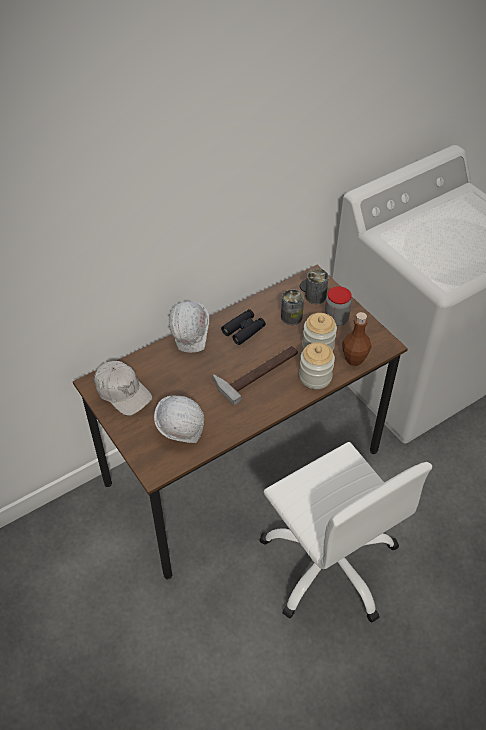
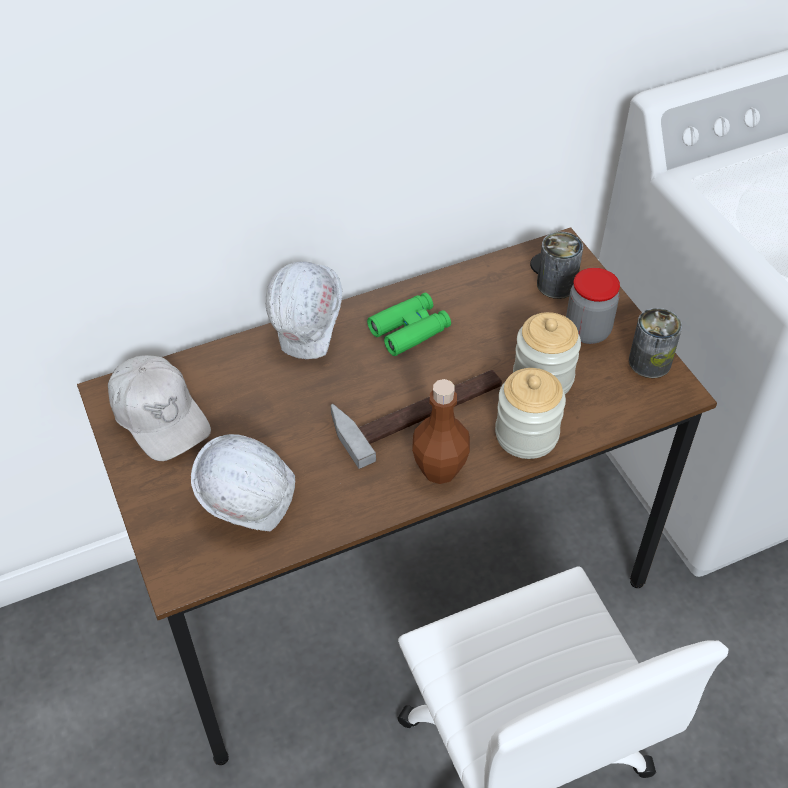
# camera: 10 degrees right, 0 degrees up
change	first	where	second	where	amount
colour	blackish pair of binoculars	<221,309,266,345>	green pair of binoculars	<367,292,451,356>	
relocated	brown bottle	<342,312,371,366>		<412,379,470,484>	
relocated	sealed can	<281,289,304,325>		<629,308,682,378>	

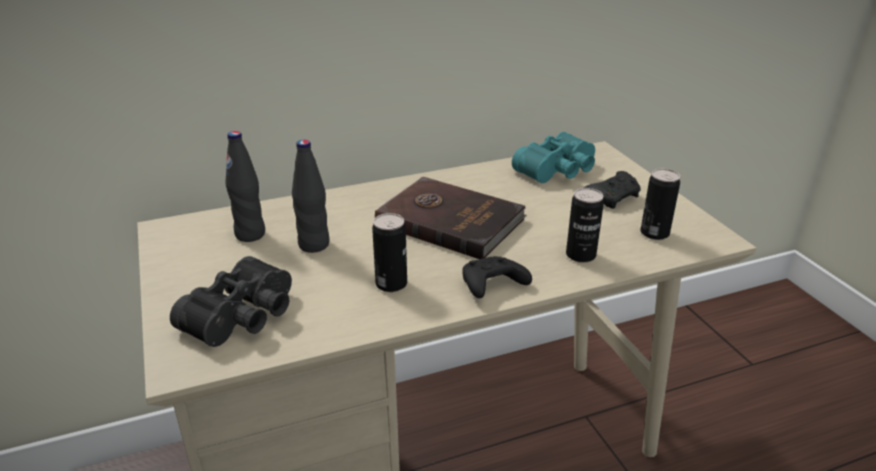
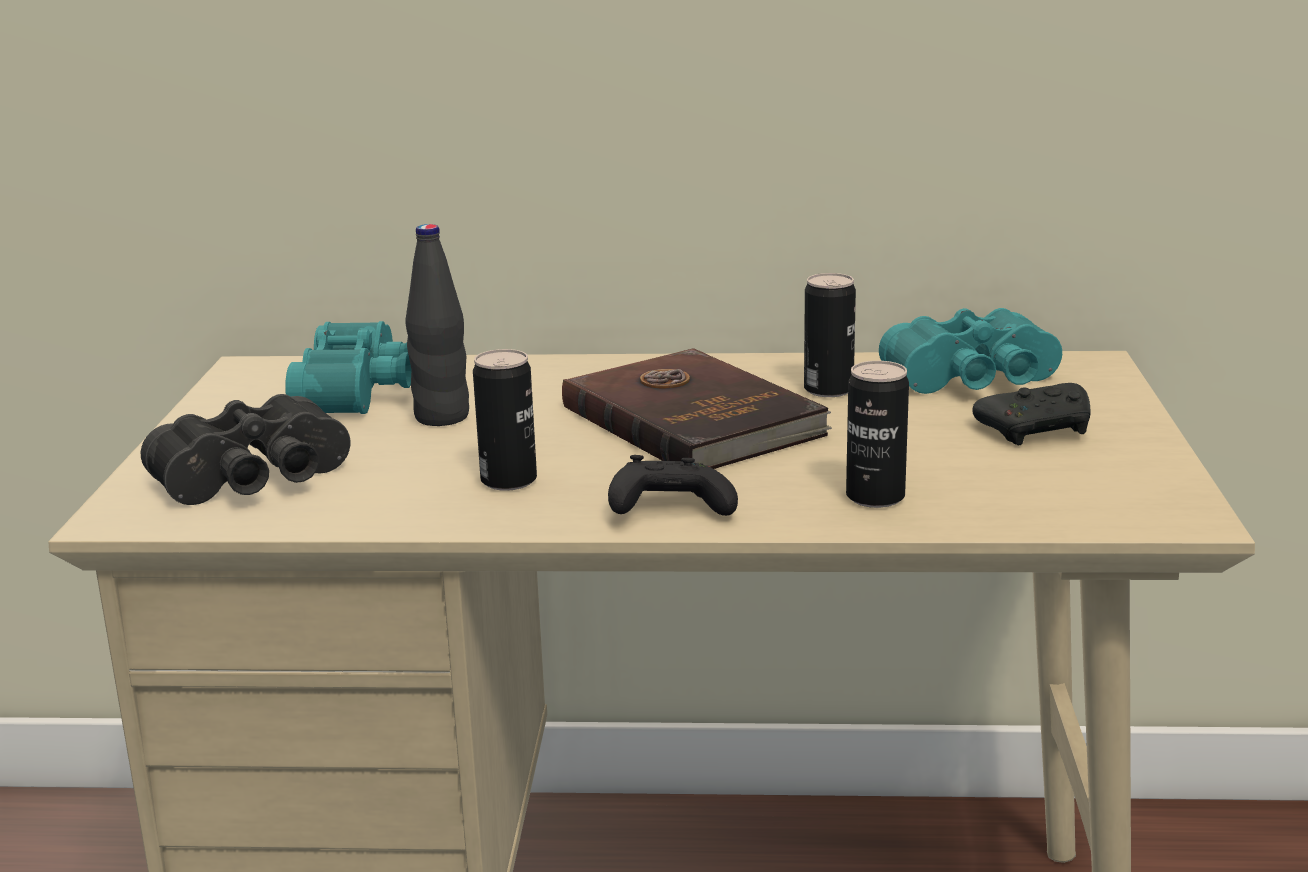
# camera: 25 degrees right, 10 degrees down
change	first	where	second	where	amount
exchanged	blackish bottle	<225,131,265,242>	turquoise-coloured pair of binoculars	<285,321,411,414>	
relocated	sealed can	<640,168,680,240>		<804,273,856,397>	

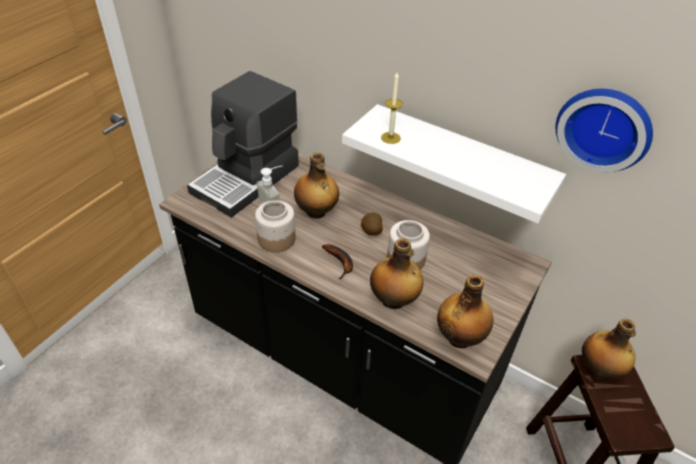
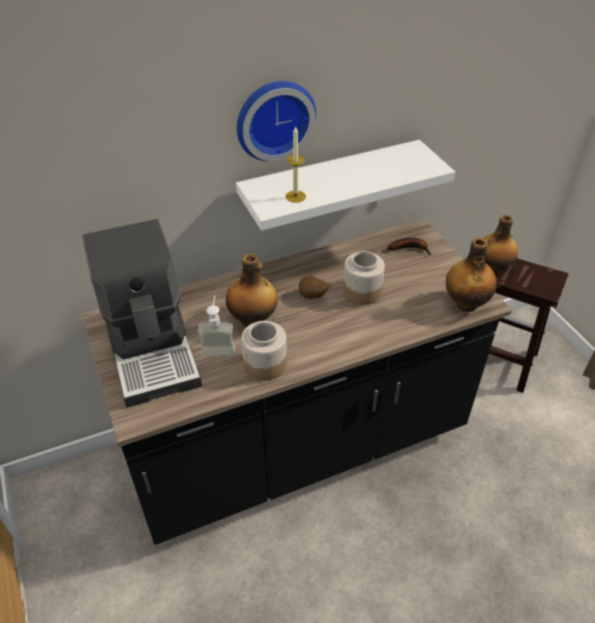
# camera: 55 degrees left, 0 degrees up
change	first	where	second	where	amount
relocated	clock on the wall	<556,89,653,172>		<237,81,316,161>	
relocated	banana	<322,244,353,279>		<388,238,431,255>	
missing	bottle	<370,238,423,309>			

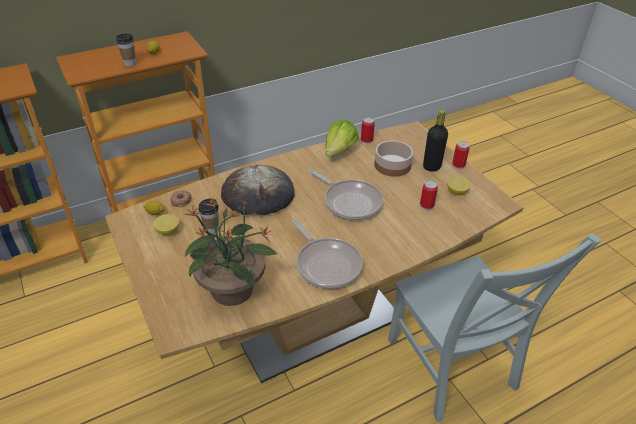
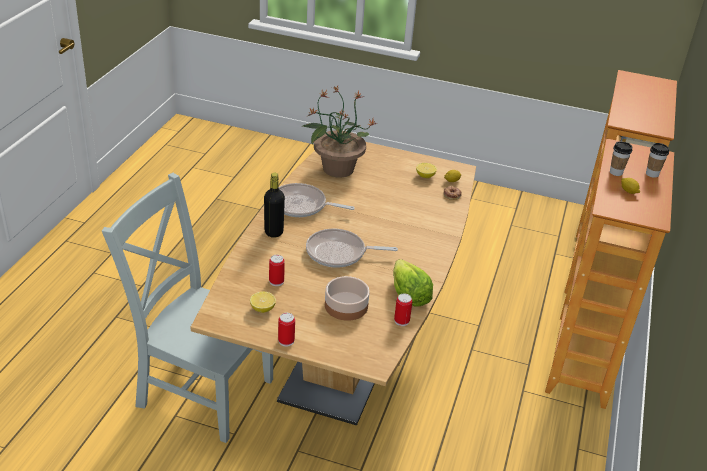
# camera: 135 degrees right, 5 degrees down
change	first	where	second	where	amount
relocated	blackish bottle	<423,110,448,172>		<264,173,285,238>	
relocated	small cup	<198,198,219,234>		<646,143,669,178>	
missing	bread	<221,165,294,215>			

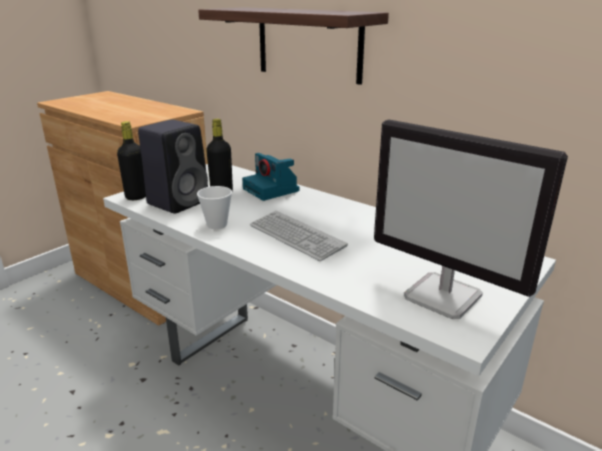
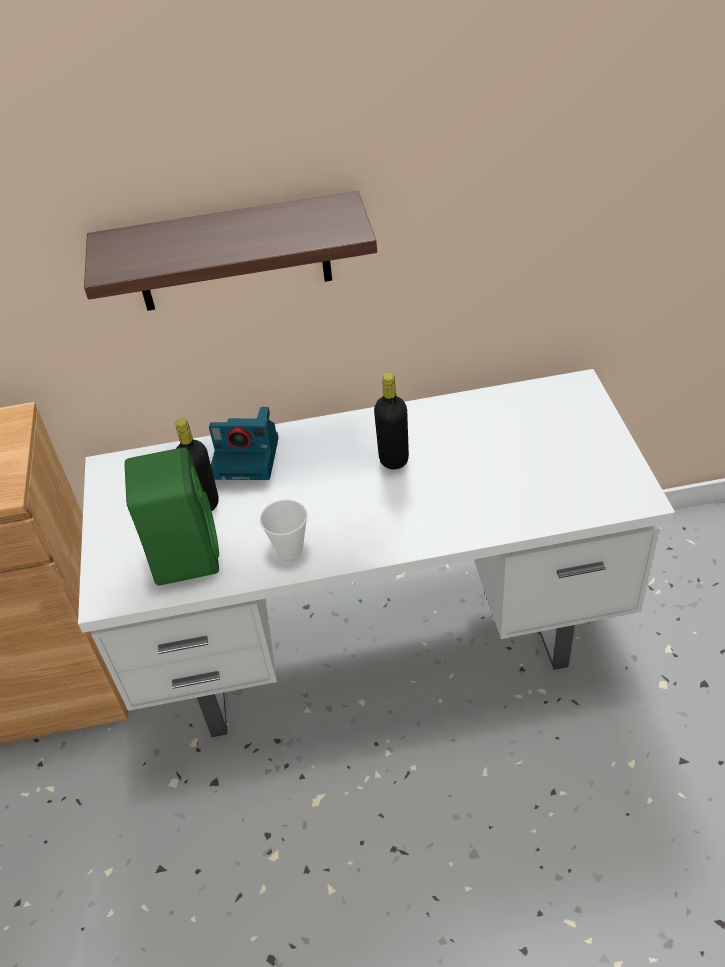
# camera: 45 degrees left, 20 degrees up
change	first	where	second	where	amount
colour	blackish speaker	<138,120,208,214>	green speaker	<125,447,219,585>	
relocated	blackish bottle	<117,121,146,200>		<374,372,409,470>	
missing	PC keyboard	<250,211,348,261>			
missing	monitor	<374,119,568,319>			

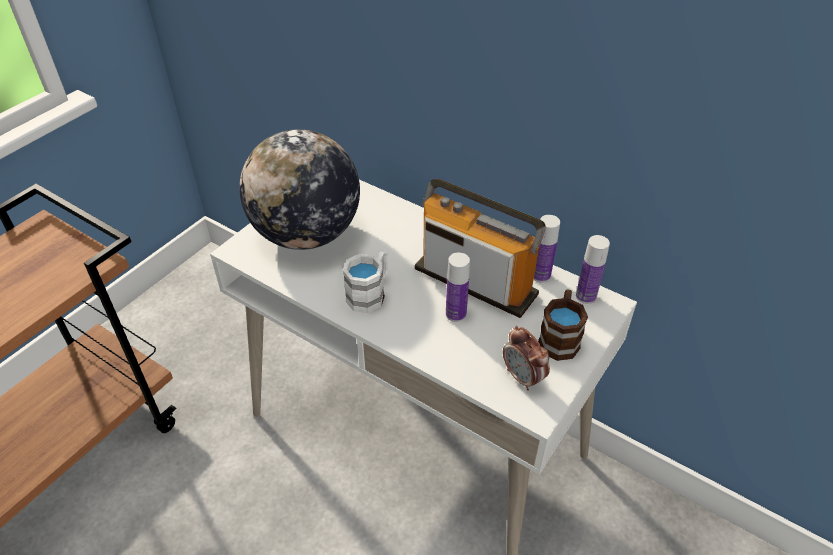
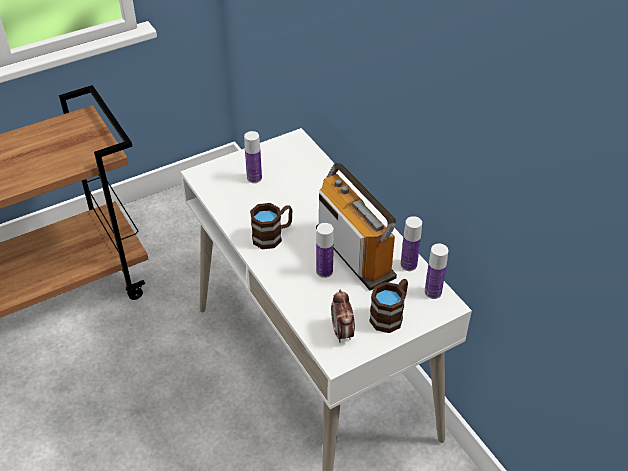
# camera: 25 degrees right, 0 degrees up
change	first	where	second	where	amount
exchanged	globe	<239,129,360,250>	bottle	<244,131,262,183>	
colour	white-coloured tea mug	<343,250,388,313>	brown tea mug	<250,203,293,249>	

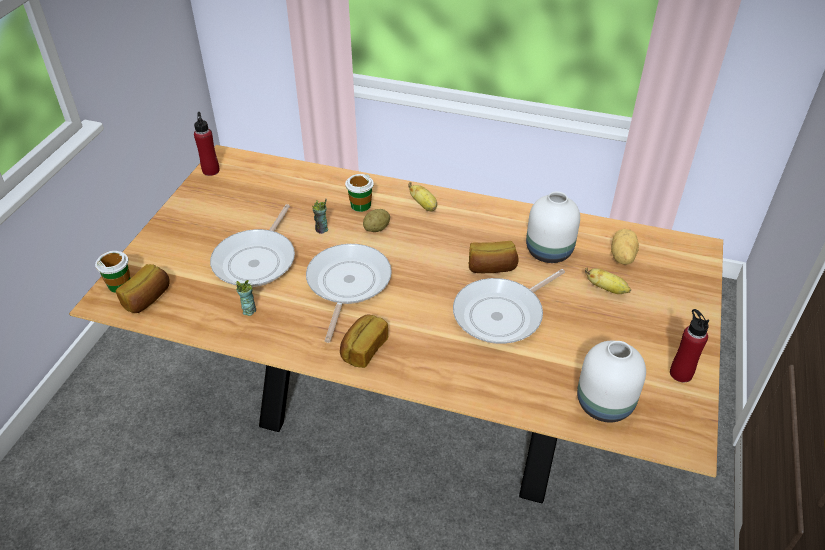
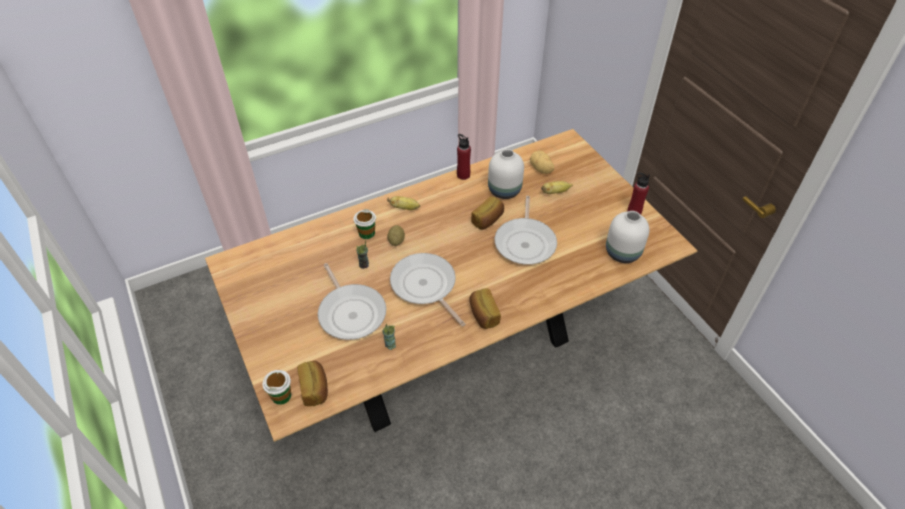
# camera: 45 degrees left, 5 degrees up
change	first	where	second	where	amount
relocated	red-coloured bottle	<194,112,220,176>		<457,134,471,180>	

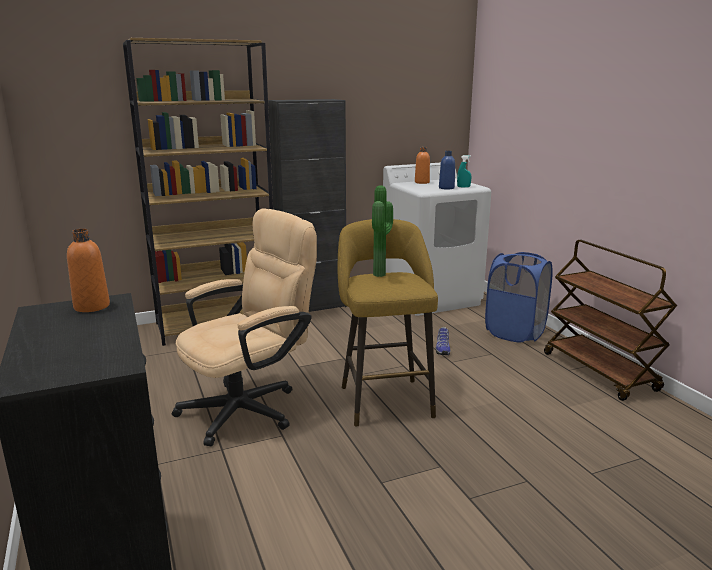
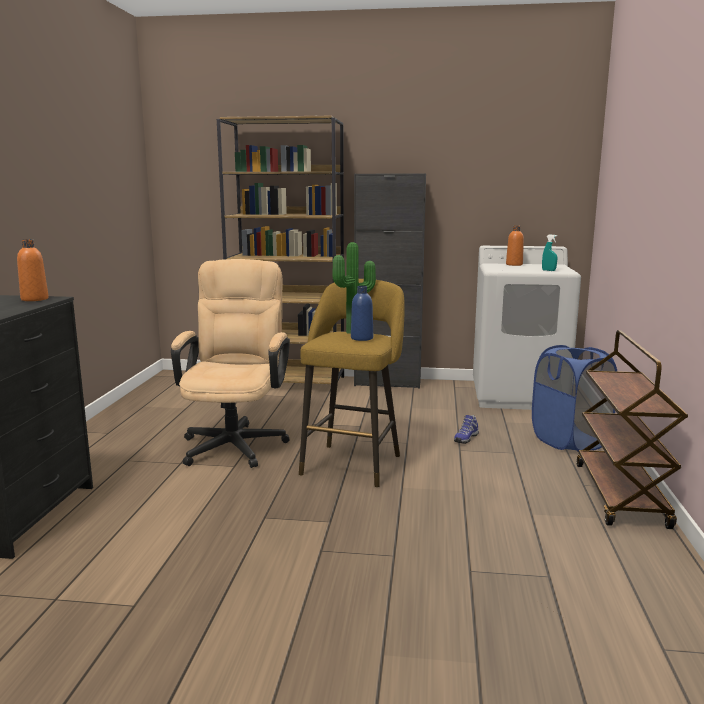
# camera: 30 degrees right, 5 degrees down
change	first	where	second	where	amount
spun	beige computer chair	<172,208,317,446>		<171,259,290,468>	75 degrees counterclockwise
relocated	blue bottle	<439,151,455,190>		<351,286,373,341>	

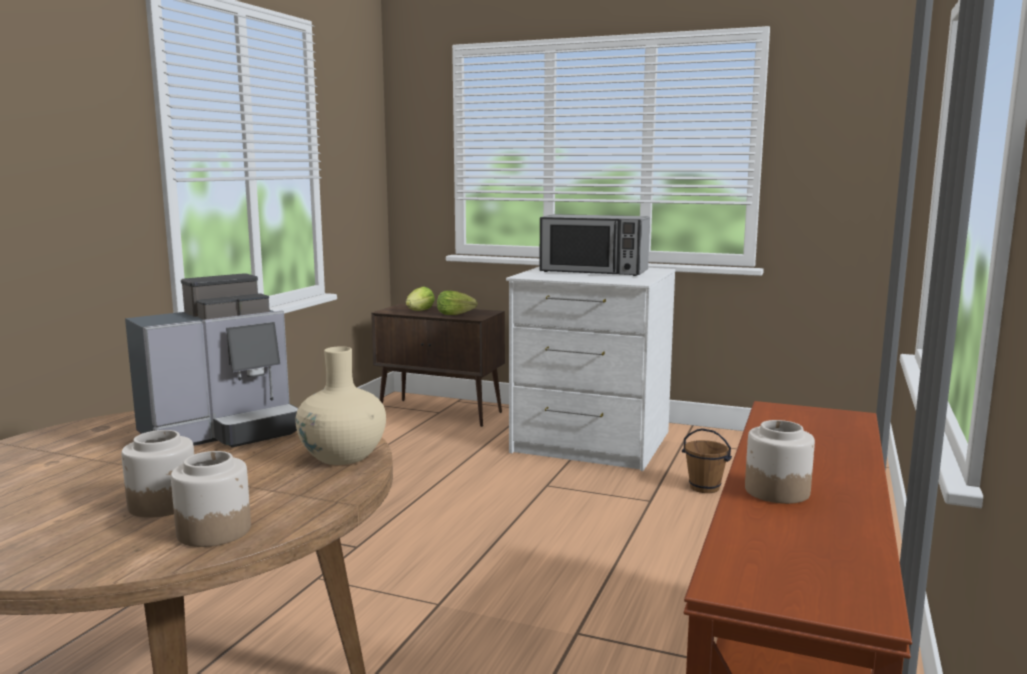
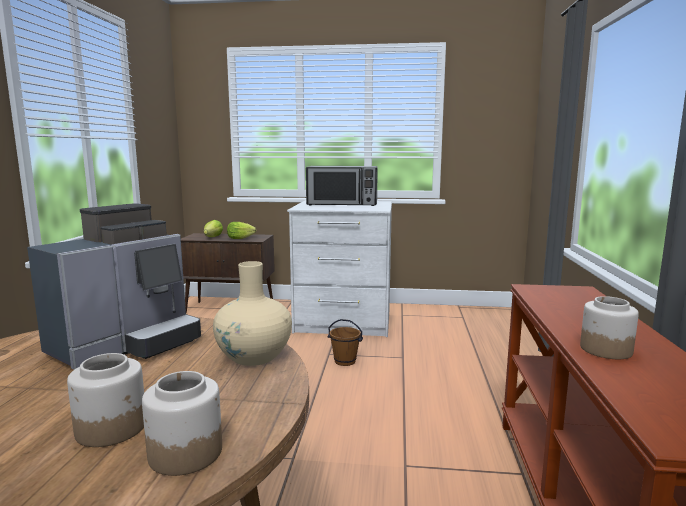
# camera: 15 degrees left, 0 degrees up
change	first	where	second	where	amount
relocated	brown pail	<682,428,732,493>		<328,319,363,366>	

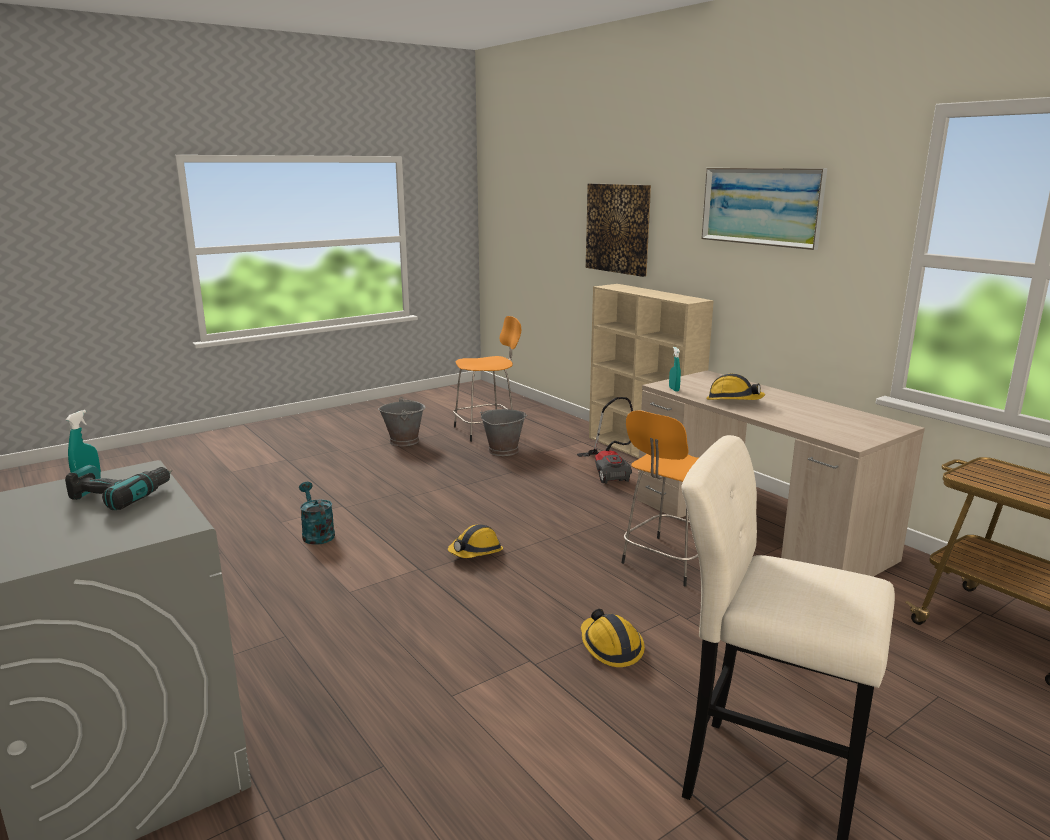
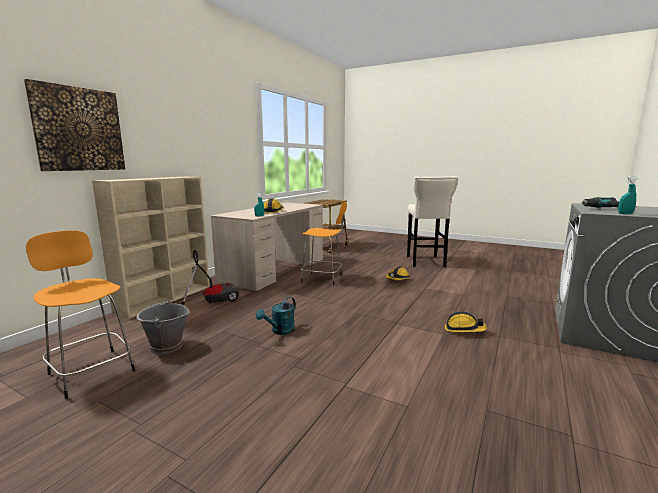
# camera: 115 degrees left, 5 degrees down
change	first	where	second	where	amount
relocated	turquoise-coloured watering pot	<299,482,335,545>		<256,297,296,335>	
relocated	hard hat	<448,524,503,558>		<445,311,487,332>	
missing	grey pail	<378,397,425,446>			
missing	picture	<701,168,827,250>			

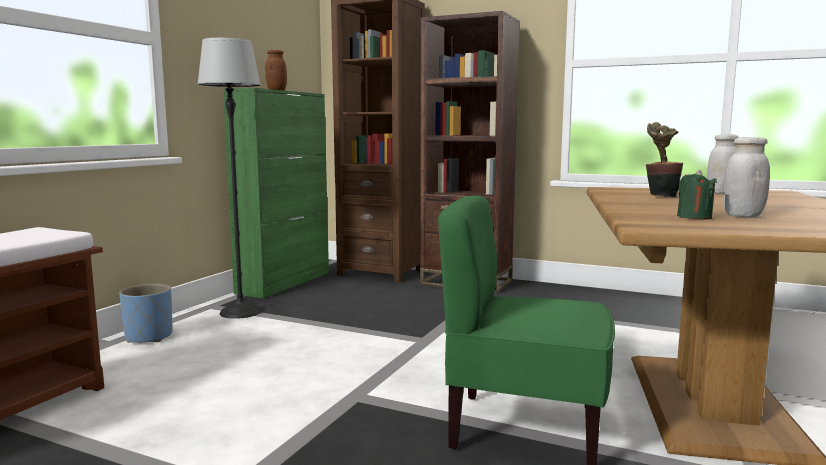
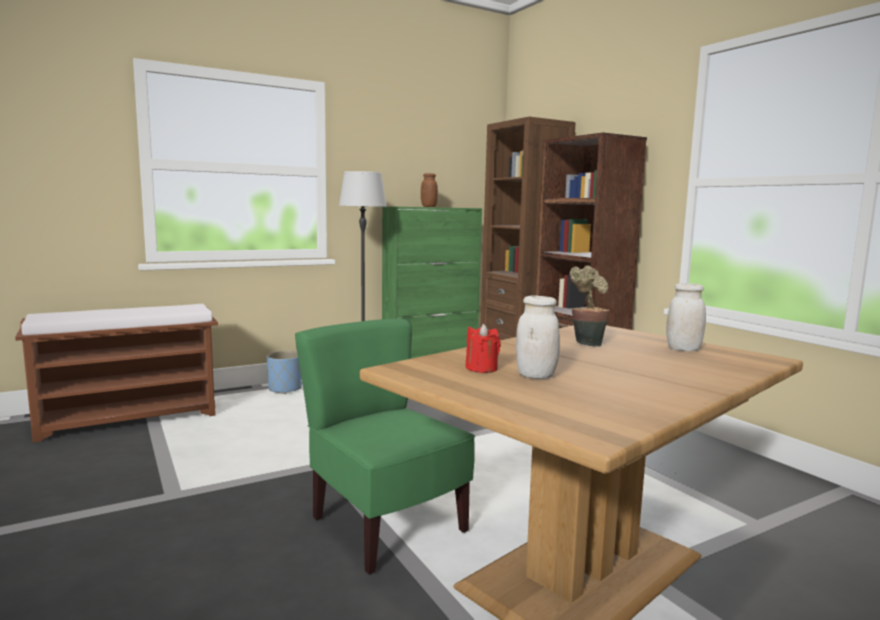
# camera: 35 degrees right, 0 degrees up
change	first	where	second	where	amount
colour	green wax light	<677,170,717,220>	red-coloured wax light	<465,324,501,373>	

